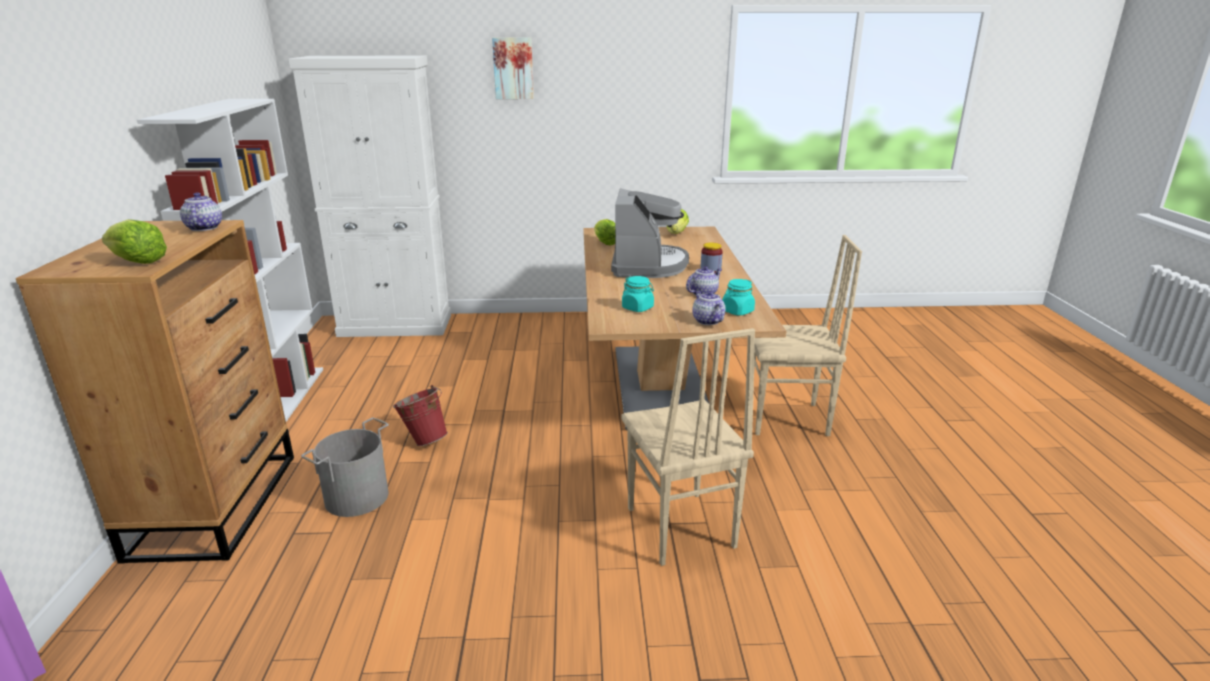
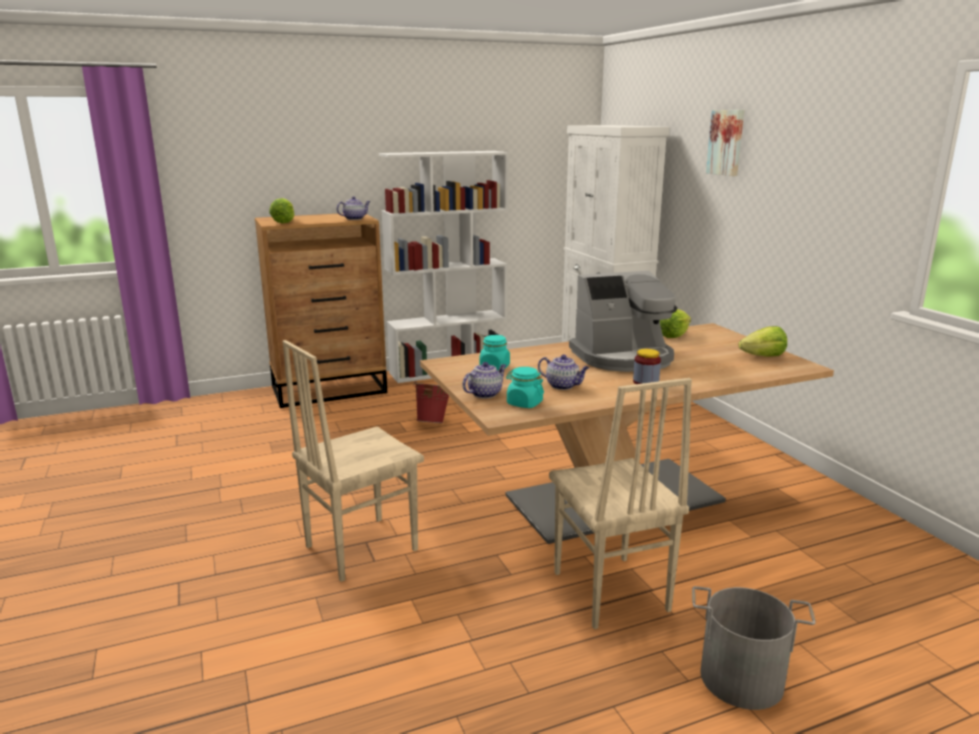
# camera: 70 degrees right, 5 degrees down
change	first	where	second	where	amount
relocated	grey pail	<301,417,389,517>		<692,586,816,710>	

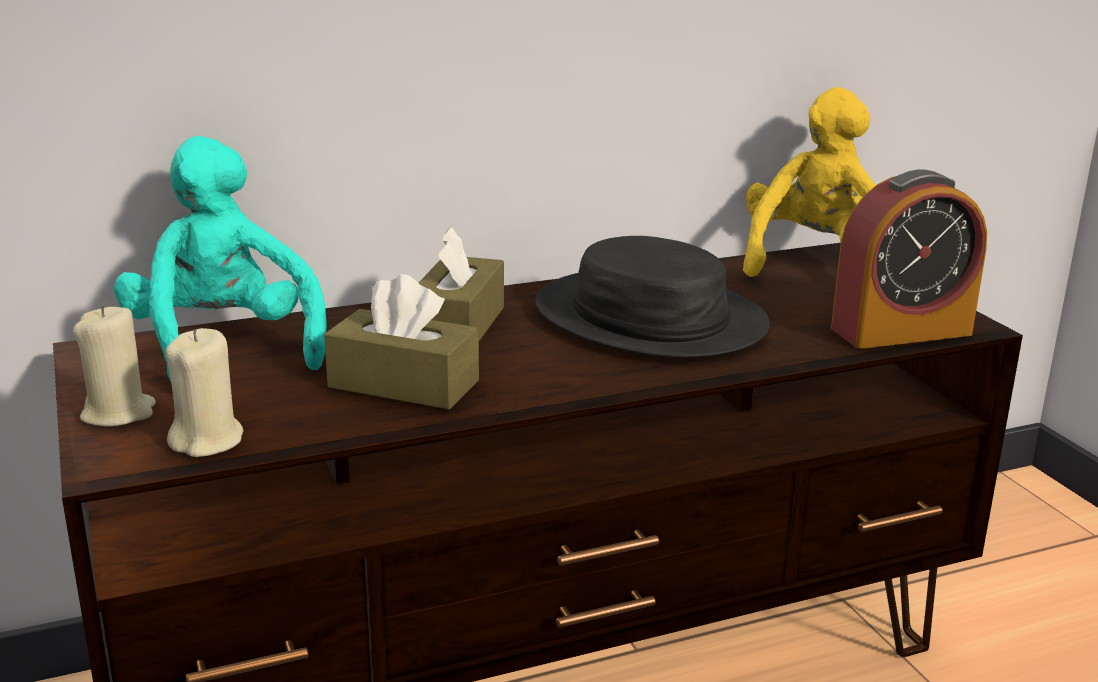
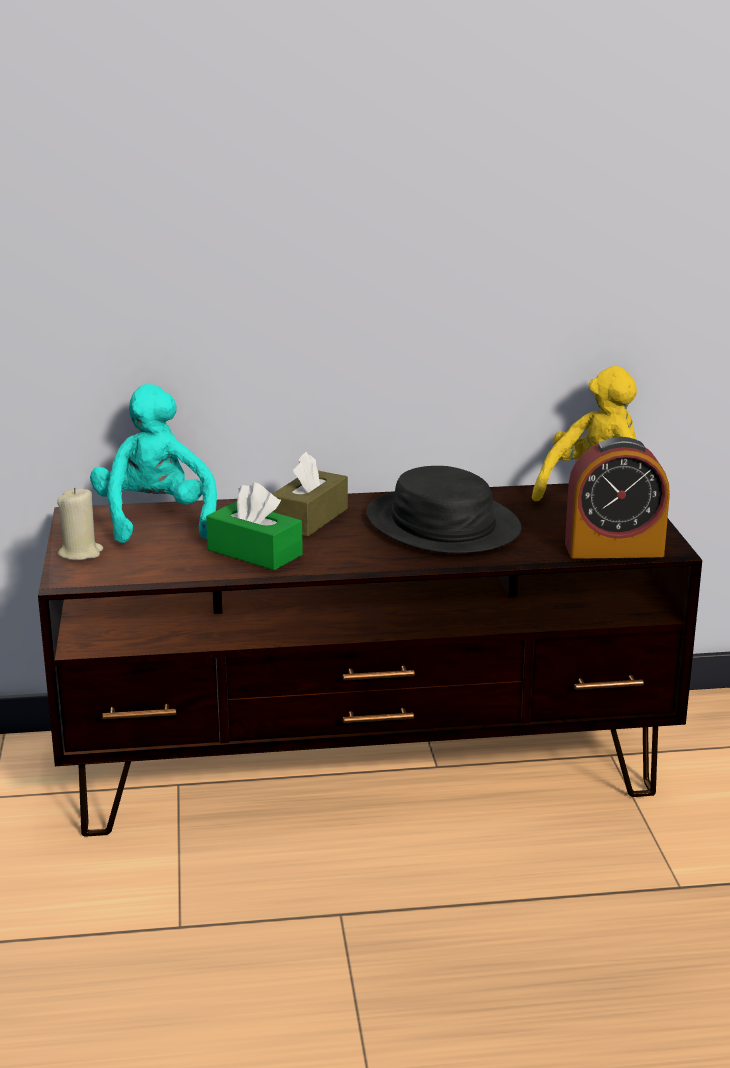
# camera: 15 degrees right, 0 degrees up
change	first	where	second	where	amount
colour	brown box of tissues	<324,274,479,410>	green box of tissues	<206,482,303,570>	
missing	beige wax light	<166,328,243,457>			

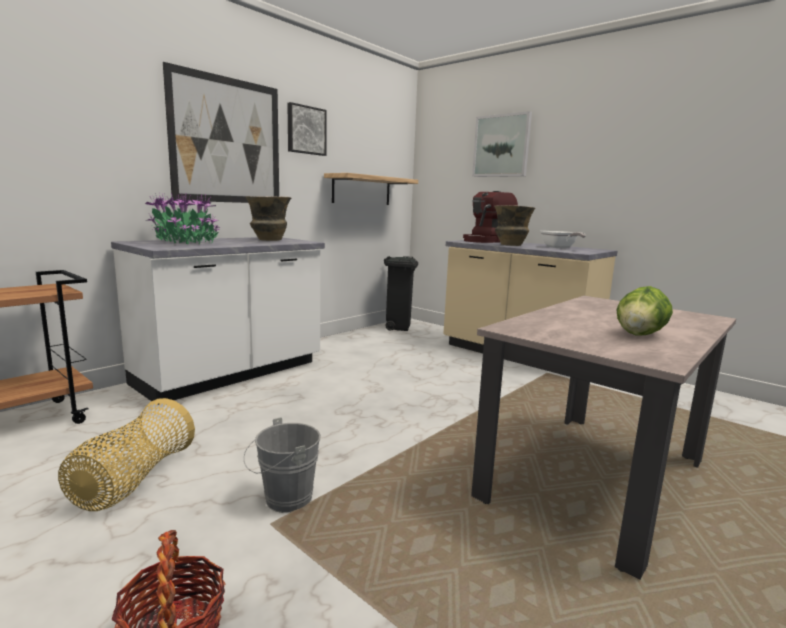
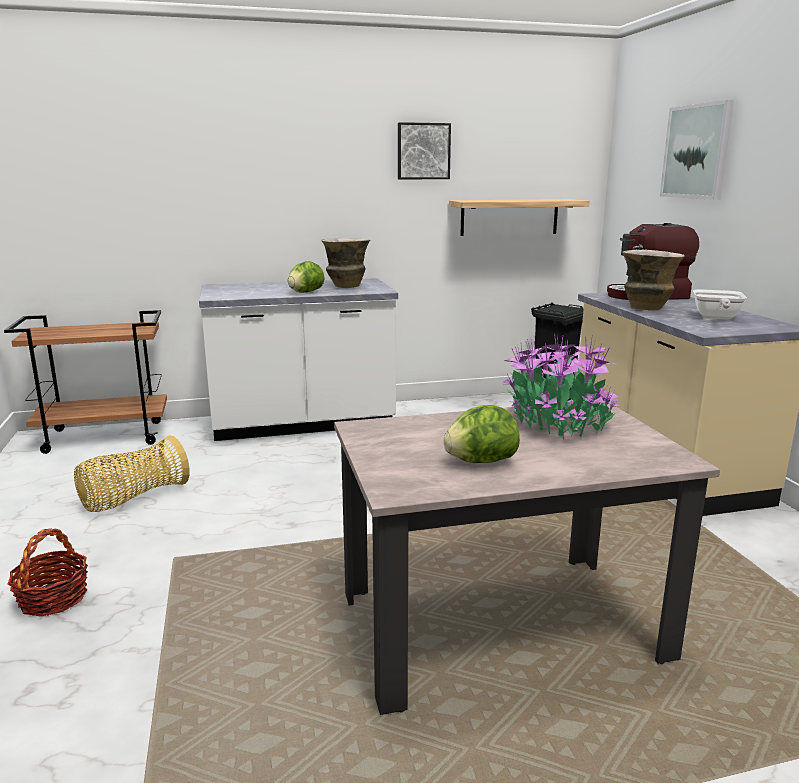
# camera: 35 degrees right, 5 degrees up
change	first	where	second	where	amount
appeared			head of lettuce	<288,261,325,293>	
relocated	houseplant	<145,193,221,244>		<503,333,620,439>	
missing	picture	<163,62,279,203>			
missing	grey pail	<244,417,321,513>			

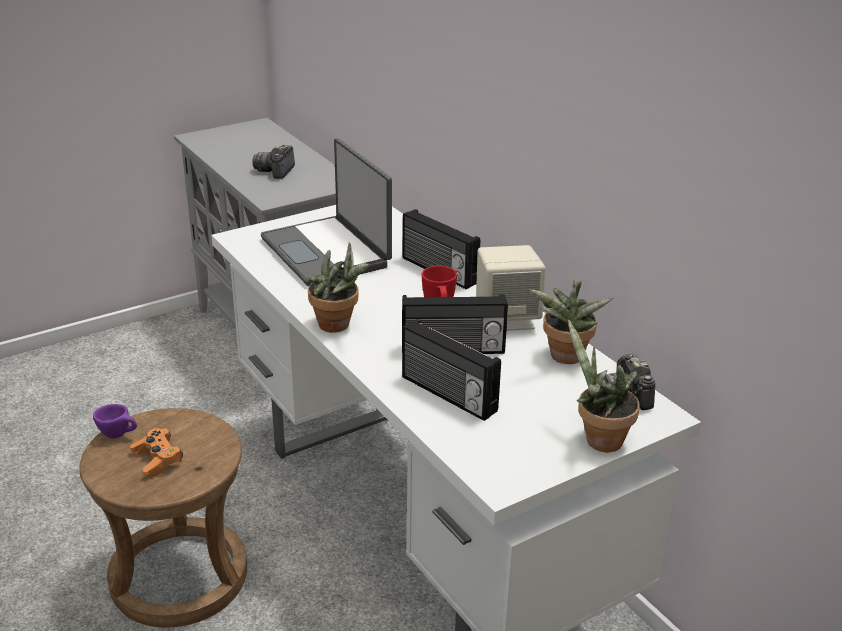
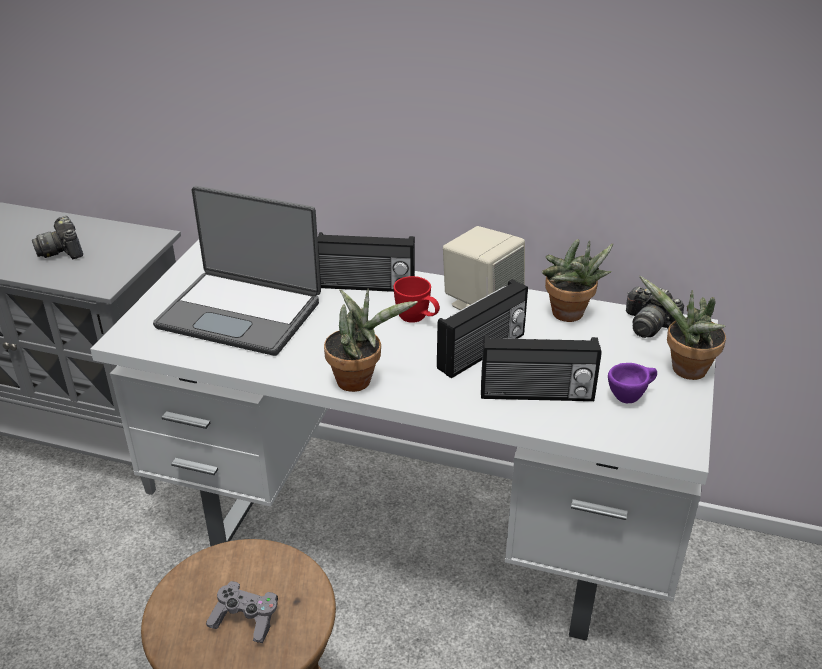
# camera: 40 degrees left, 5 degrees up
change	first	where	second	where	amount
colour	orange-coloured joypad	<130,428,183,478>	grey joypad	<206,581,278,643>	
relocated	purplish small cup	<93,404,137,438>		<608,363,657,403>	

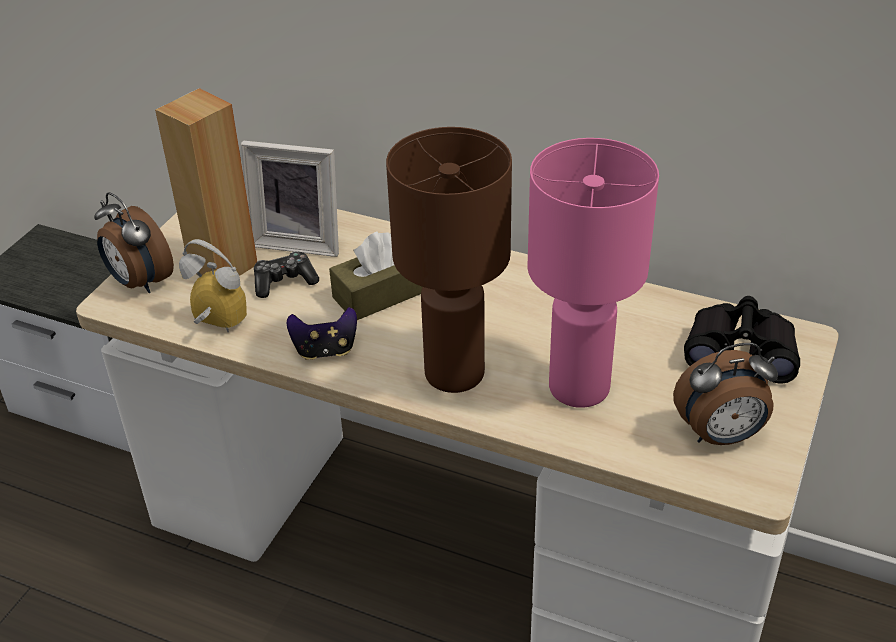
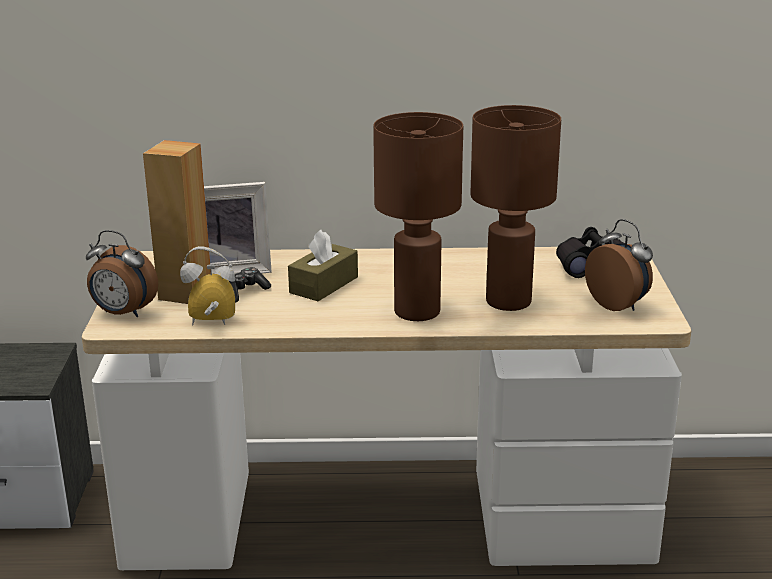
# camera: 25 degrees left, 15 degrees down
change	first	where	second	where	amount
colour	pinkish lamp for a table	<528,138,659,408>	brown lamp for a table	<471,105,561,311>	
spun	bedside clock	<673,343,778,445>		<585,219,653,311>	90 degrees counterclockwise
missing	joypad	<287,307,357,360>			

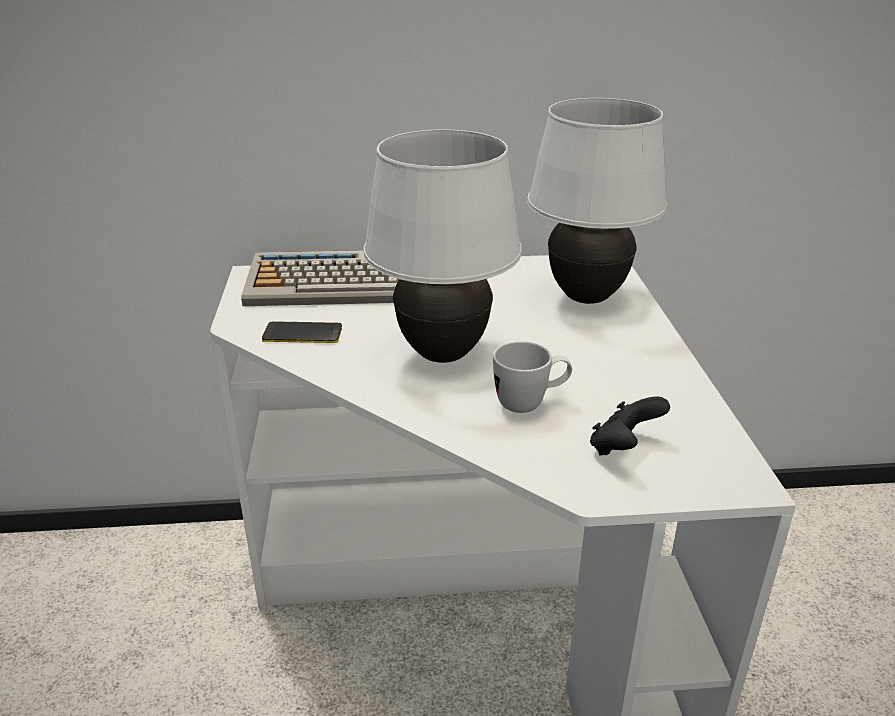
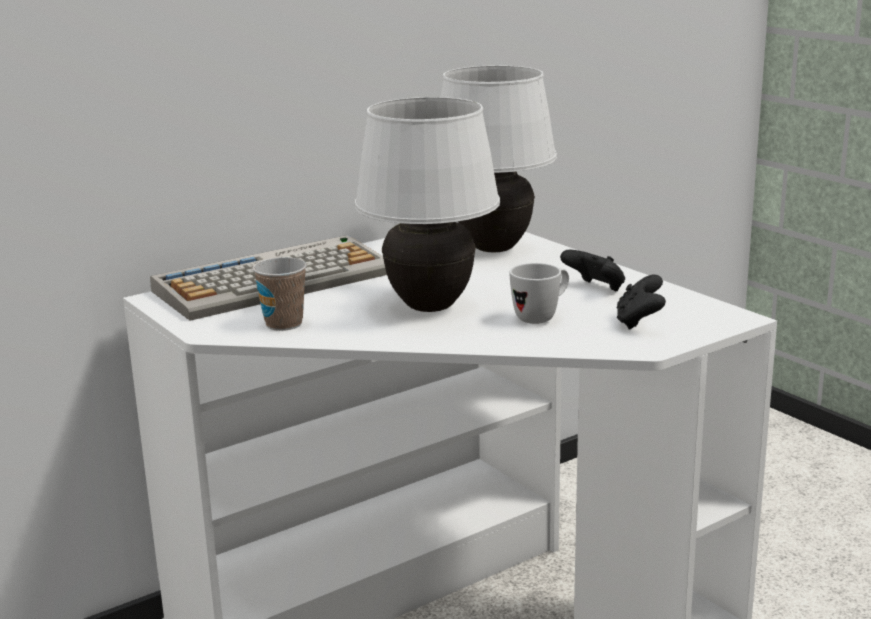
# camera: 30 degrees left, 10 degrees down
change	first	where	second	where	amount
exchanged	telephone	<262,321,342,343>	small cup	<252,257,307,331>	
appeared			blackish joypad	<560,250,625,291>	

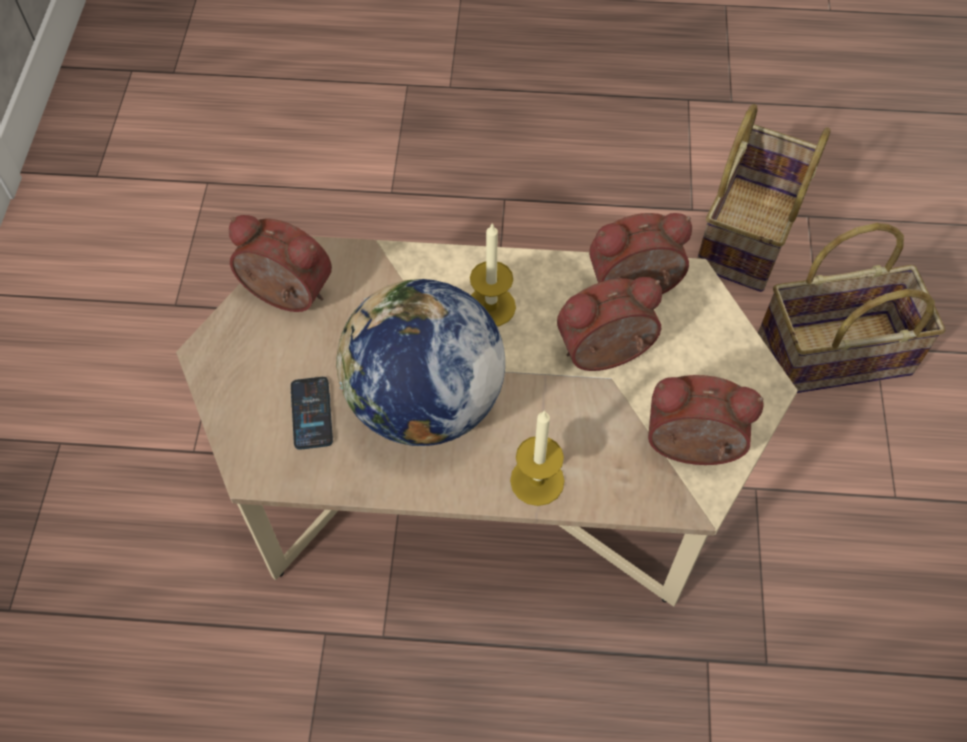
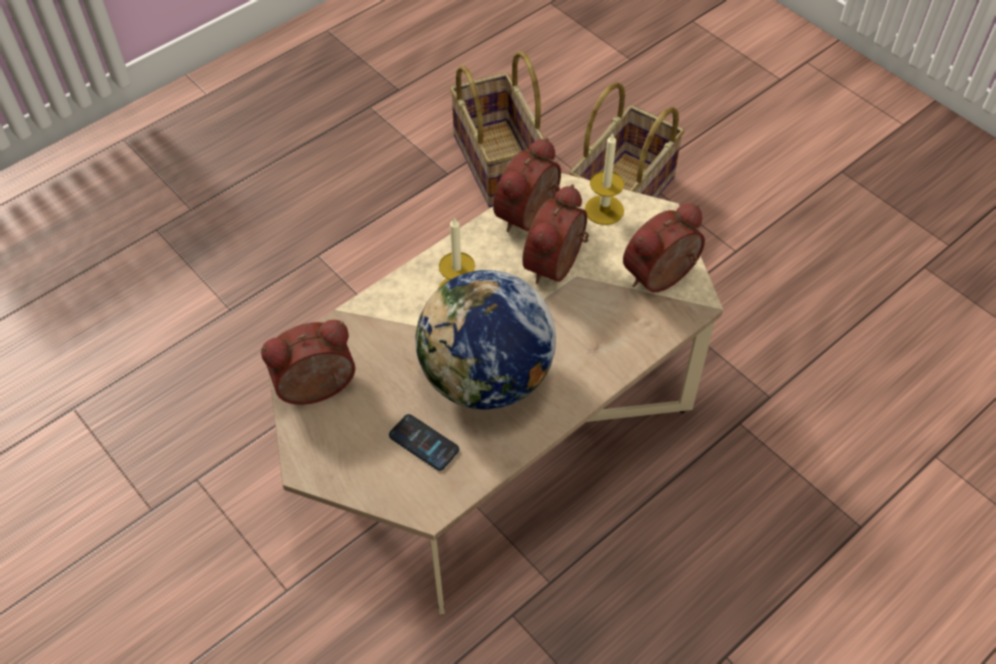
# camera: 45 degrees left, 5 degrees down
change	first	where	second	where	amount
relocated	wax light	<510,410,565,506>		<585,132,624,225>	

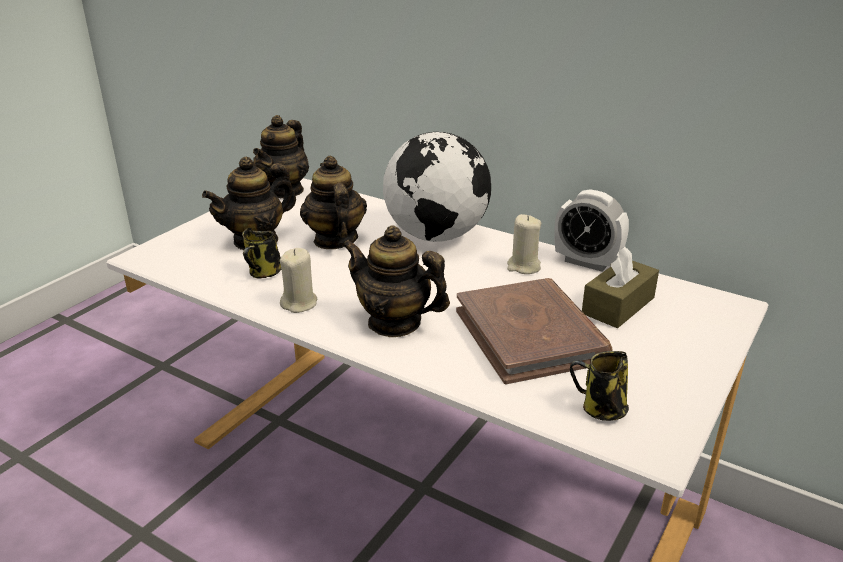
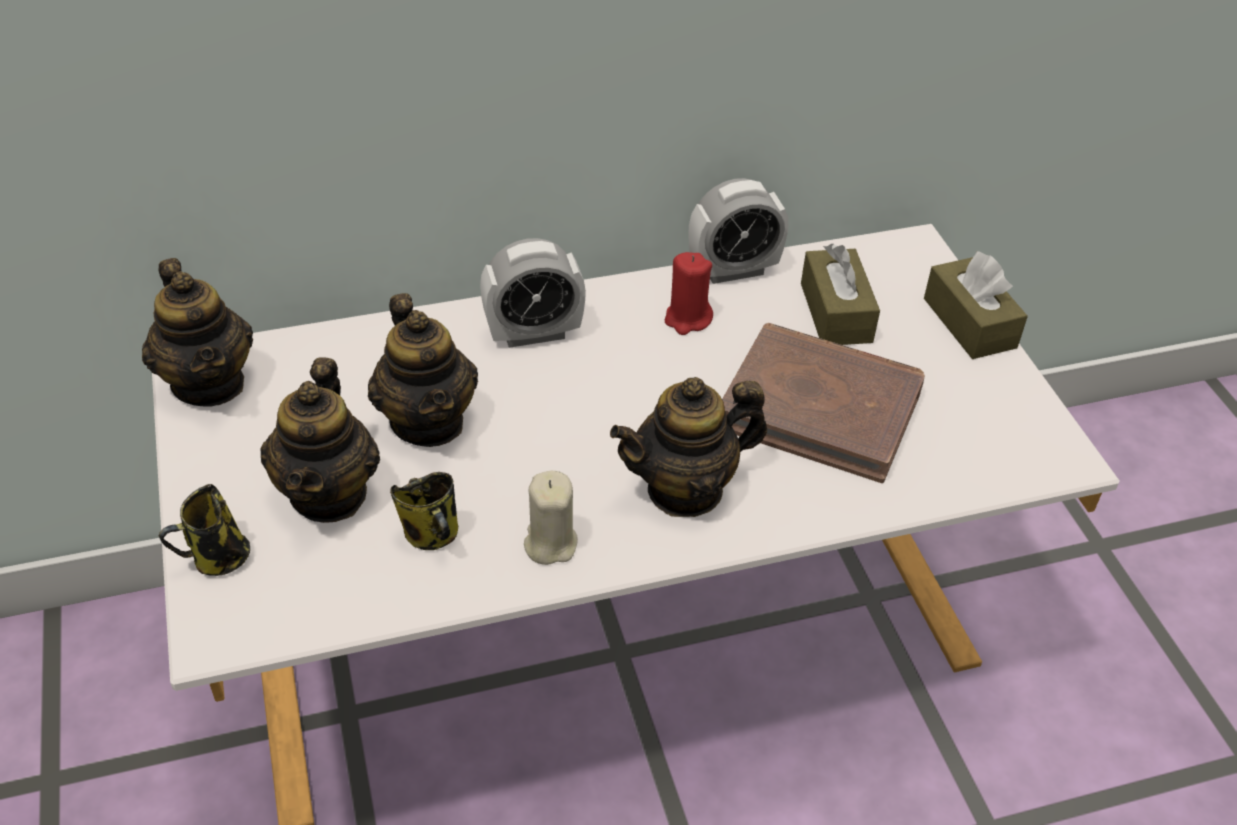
# camera: 50 degrees left, 15 degrees up
change	first	where	second	where	amount
relocated	tea mug	<570,351,629,421>		<159,484,250,576>	
spun	pot for tea	<300,156,367,249>		<368,293,478,447>	135 degrees counterclockwise
exchanged	globe	<383,132,491,242>	bedside clock	<480,238,586,348>	
colour	beige wax light	<507,214,541,274>	red-coloured wax light	<665,252,713,335>	
appeared			brown box of tissues	<924,251,1028,359>	

